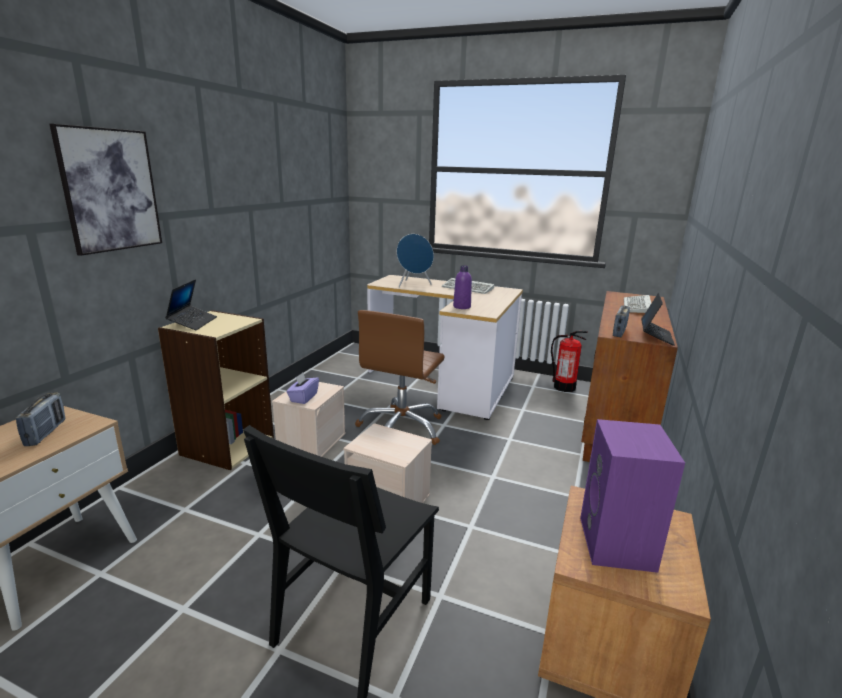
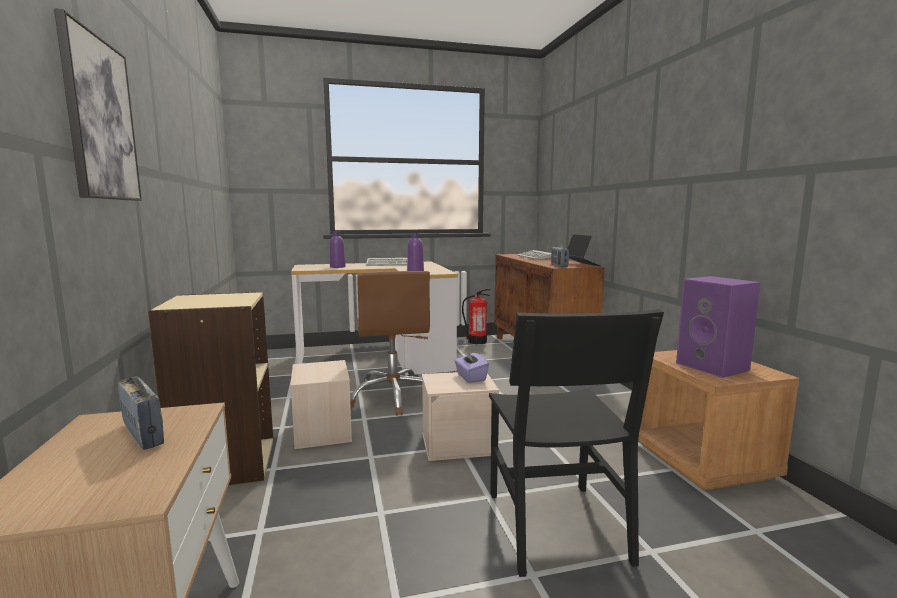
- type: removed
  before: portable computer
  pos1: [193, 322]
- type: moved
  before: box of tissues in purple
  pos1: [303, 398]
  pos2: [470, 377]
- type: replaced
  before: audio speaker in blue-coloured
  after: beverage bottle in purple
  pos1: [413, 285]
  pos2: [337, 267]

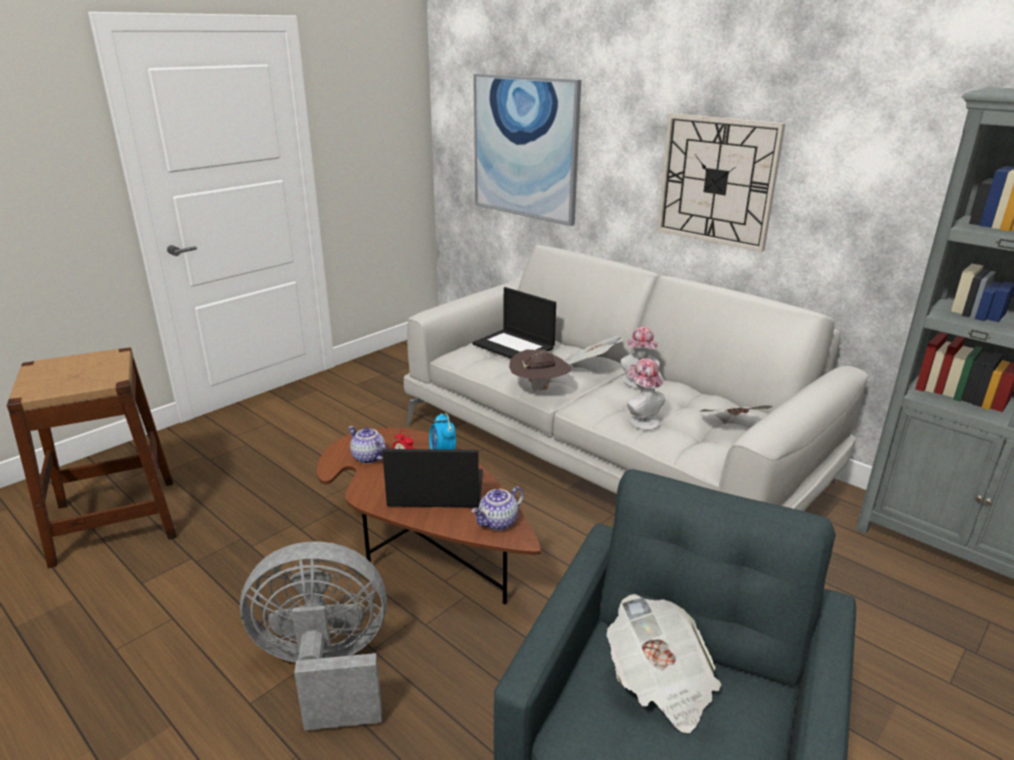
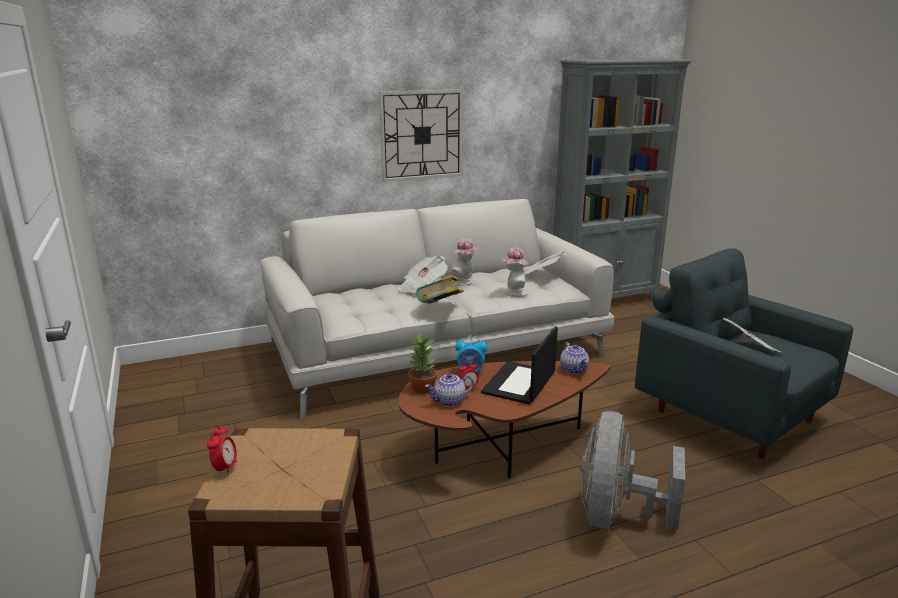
- type: removed
  before: portable computer
  pos1: [514, 346]
- type: removed
  before: wall art
  pos1: [525, 148]
- type: added
  after: alarm clock
  pos2: [225, 469]
- type: added
  after: plant in a pot
  pos2: [422, 389]
- type: replaced
  before: wearable hat in brown
  after: book
  pos1: [539, 389]
  pos2: [440, 309]

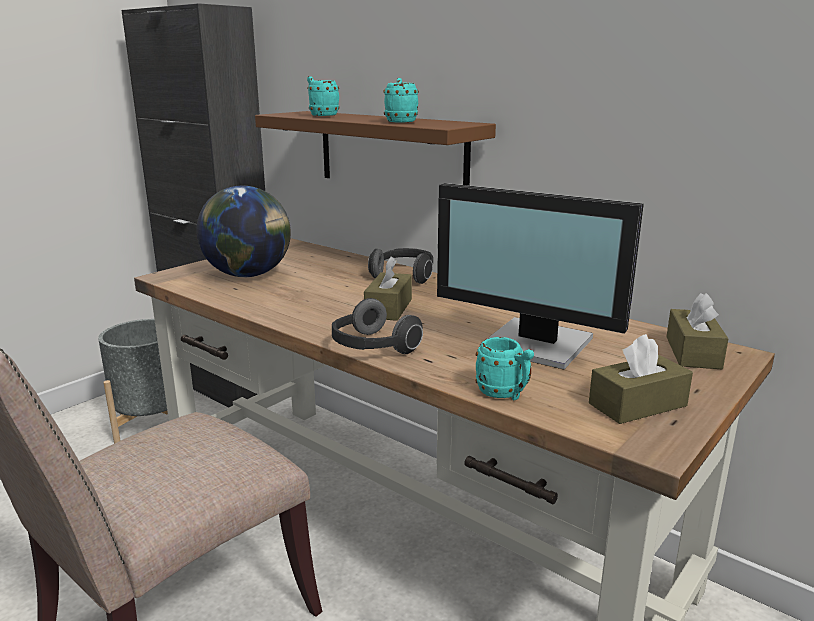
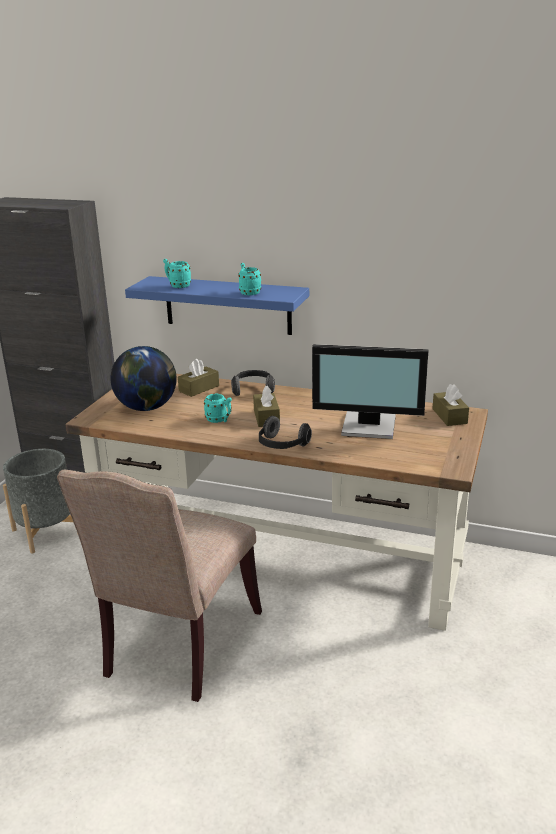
- type: moved
  before: mug in turquoise
  pos1: [504, 394]
  pos2: [219, 420]
- type: moved
  before: box of tissues in brown
  pos1: [637, 405]
  pos2: [199, 388]
- type: recoloured
  before: bracket shelf in brown
  after: bracket shelf in blue-coloured
  pos1: [391, 152]
  pos2: [227, 305]

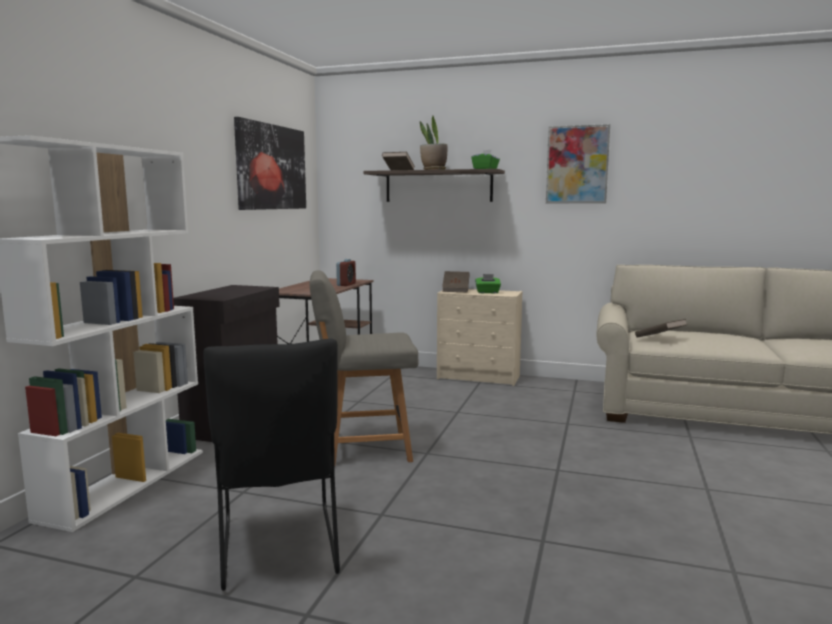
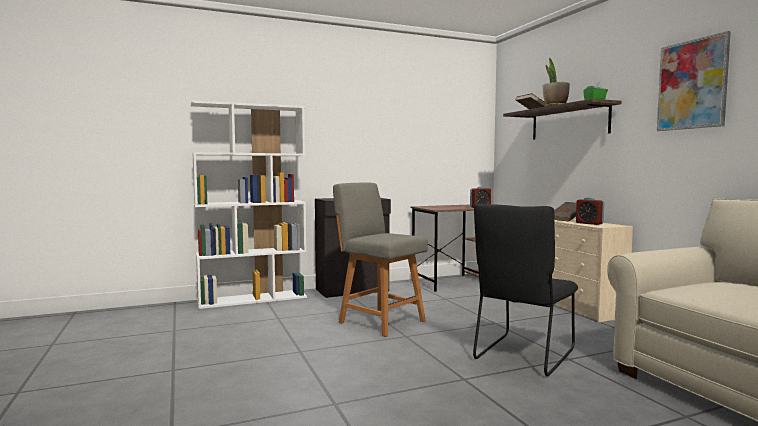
- type: removed
  before: wall art
  pos1: [271, 167]
- type: removed
  before: book in brown
  pos1: [659, 339]
- type: moved
  before: chair in black
  pos1: [279, 551]
  pos2: [522, 356]
- type: replaced
  before: box of tissues in greenish
  after: alarm clock
  pos1: [487, 292]
  pos2: [589, 223]

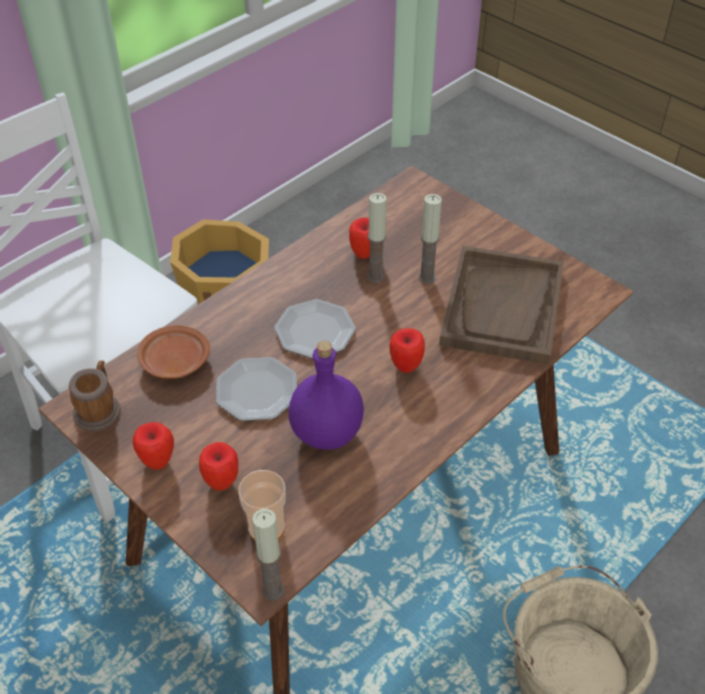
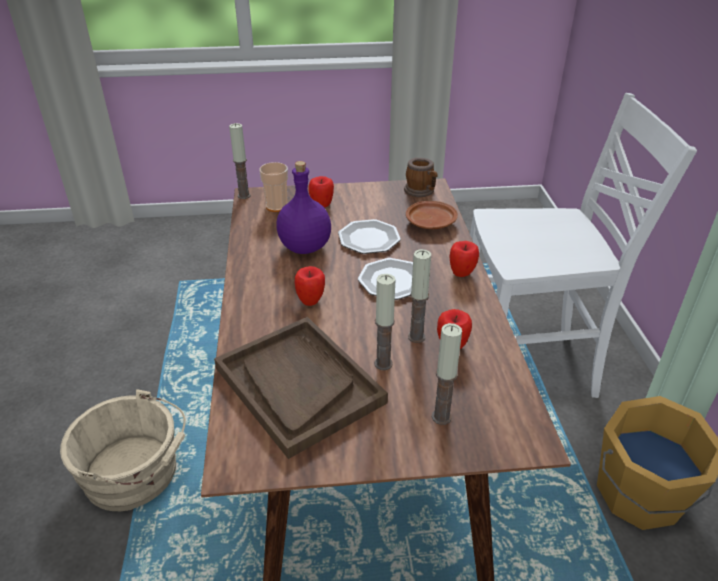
- type: added
  after: wax candle
  pos2: [441, 417]
- type: moved
  before: apple fruit
  pos1: [158, 461]
  pos2: [461, 274]

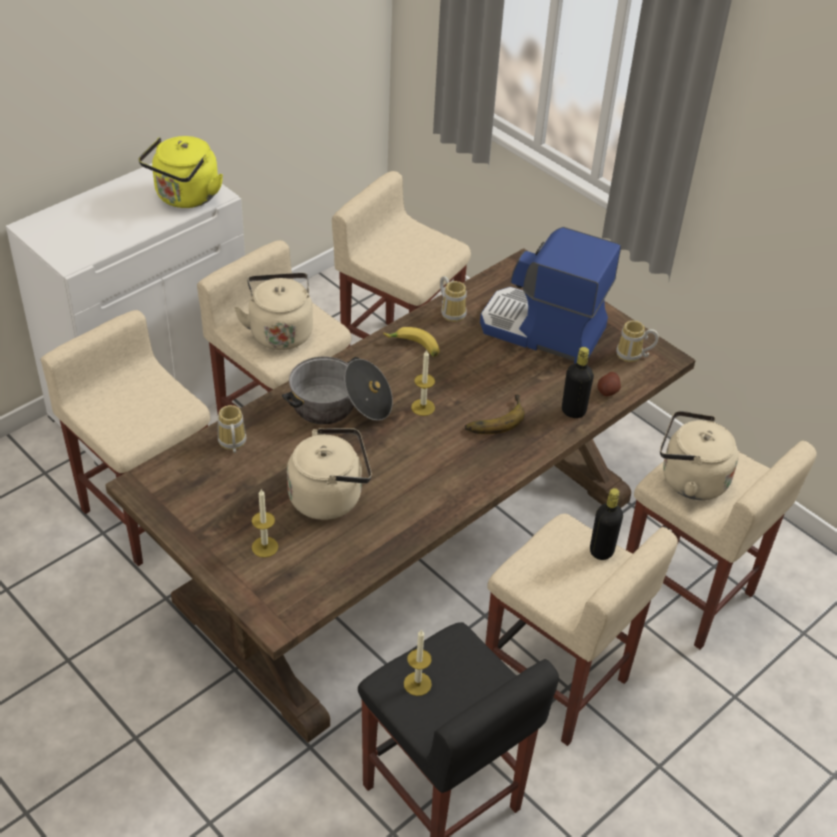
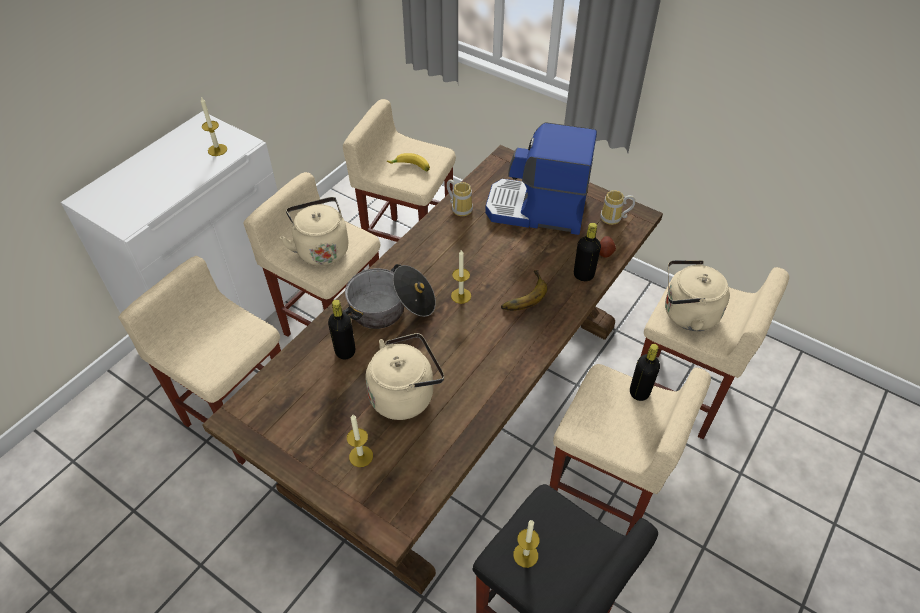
- type: removed
  before: mug
  pos1: [231, 444]
- type: added
  after: beverage bottle in black
  pos2: [345, 351]
- type: moved
  before: banana
  pos1: [413, 348]
  pos2: [410, 168]
- type: replaced
  before: kettle in yellow
  after: wax candle
  pos1: [185, 198]
  pos2: [217, 150]

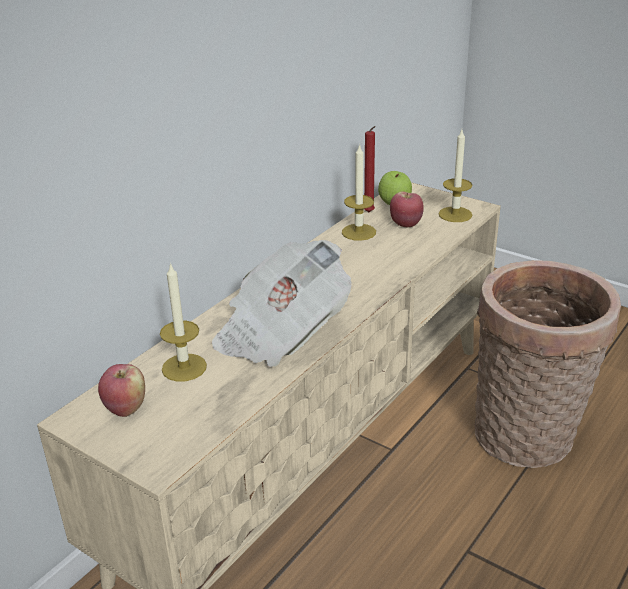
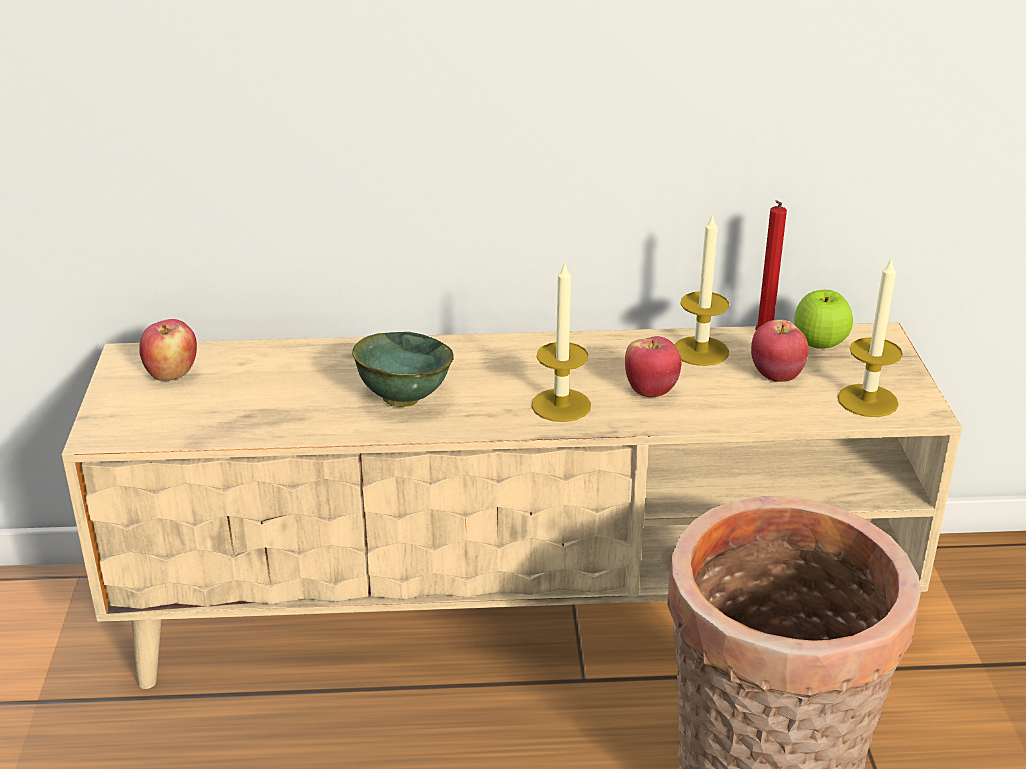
- type: added
  after: apple fruit
  pos2: [651, 391]
- type: moved
  before: wax candle
  pos1: [184, 367]
  pos2: [561, 405]
- type: replaced
  before: newspaper
  after: deep dish in greenish
  pos1: [280, 333]
  pos2: [402, 398]

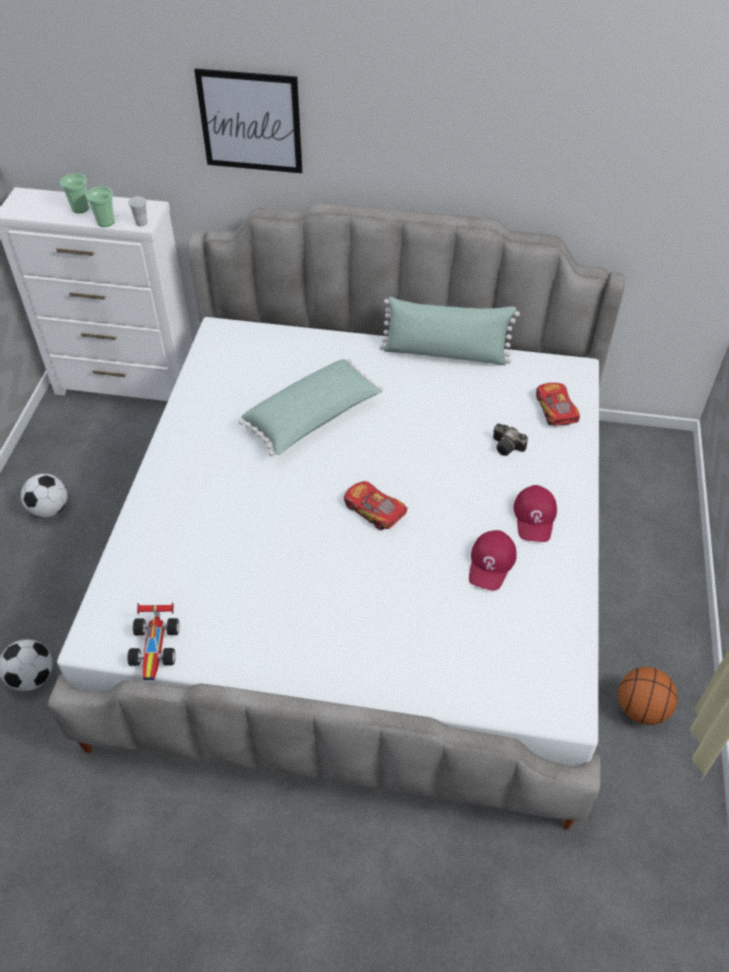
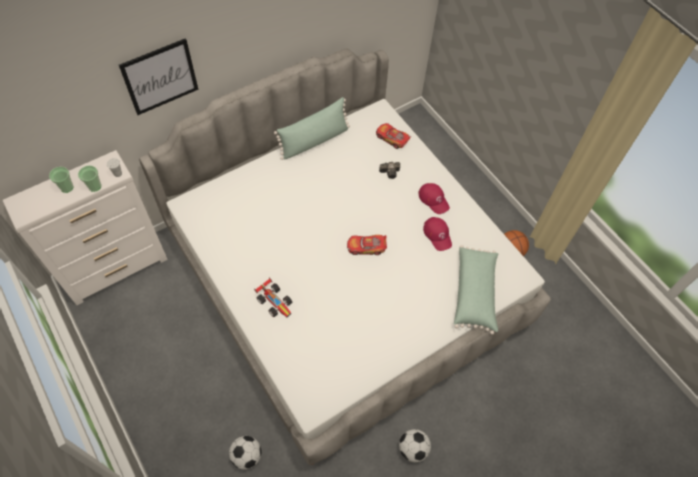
- type: moved
  before: football
  pos1: [49, 509]
  pos2: [413, 449]
- type: moved
  before: model car
  pos1: [156, 646]
  pos2: [275, 301]
- type: moved
  before: throw pillow in greenish
  pos1: [314, 418]
  pos2: [475, 293]

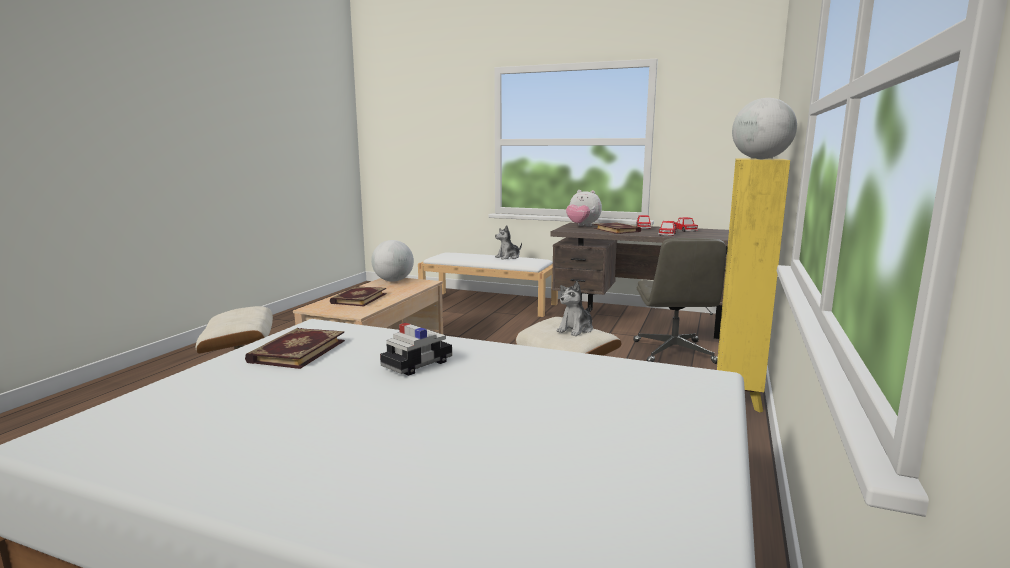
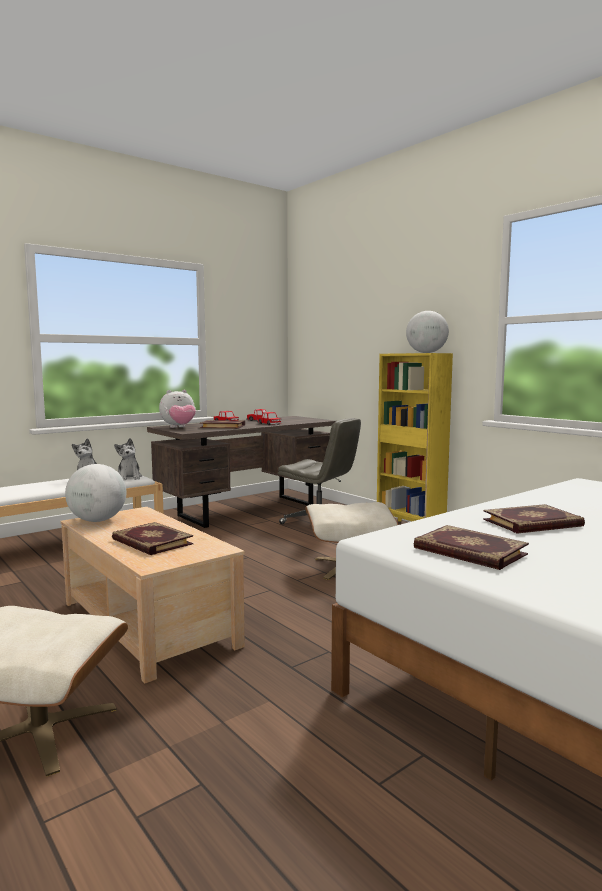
- type: moved
  before: soft toy
  pos1: [576, 330]
  pos2: [129, 477]
- type: replaced
  before: model car
  after: book
  pos1: [417, 364]
  pos2: [533, 523]

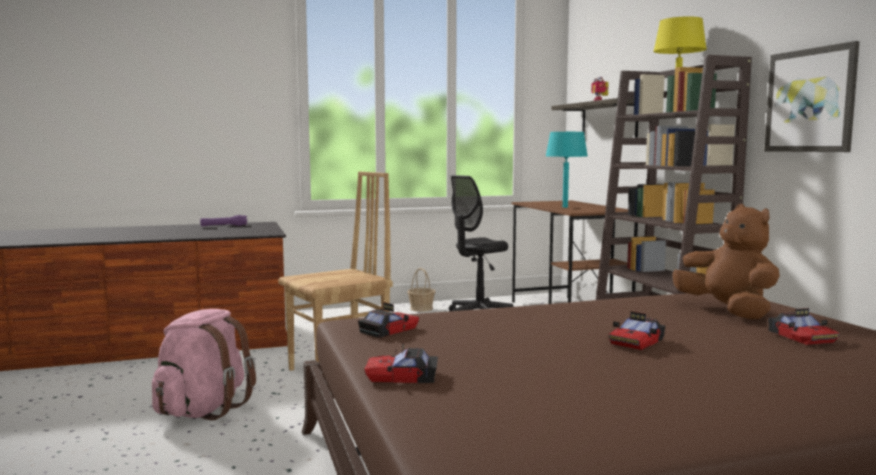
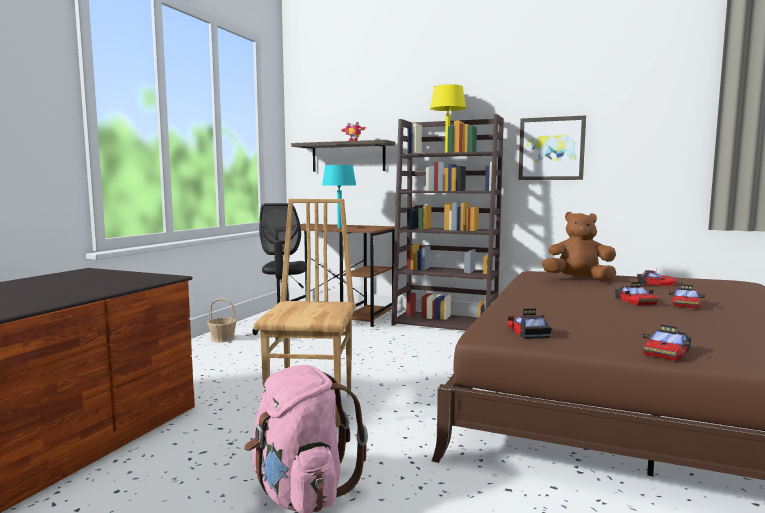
- type: removed
  before: torch in purple
  pos1: [223, 226]
- type: added
  after: model car
  pos2: [685, 304]

